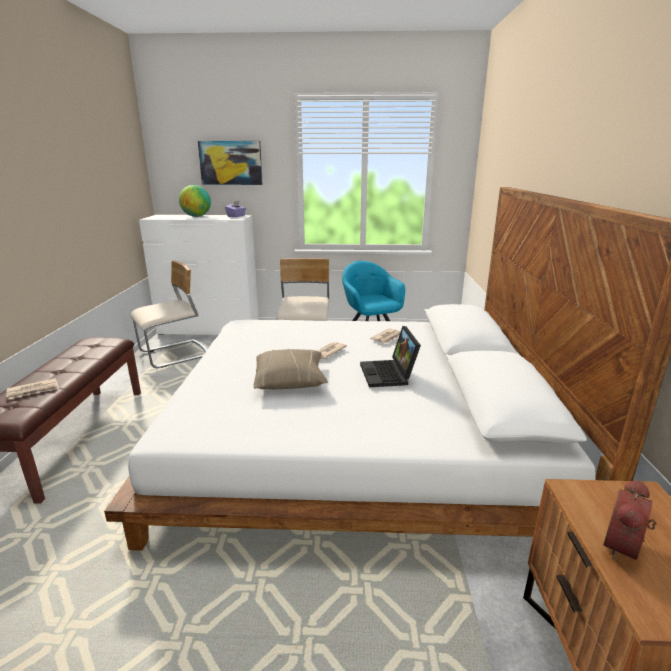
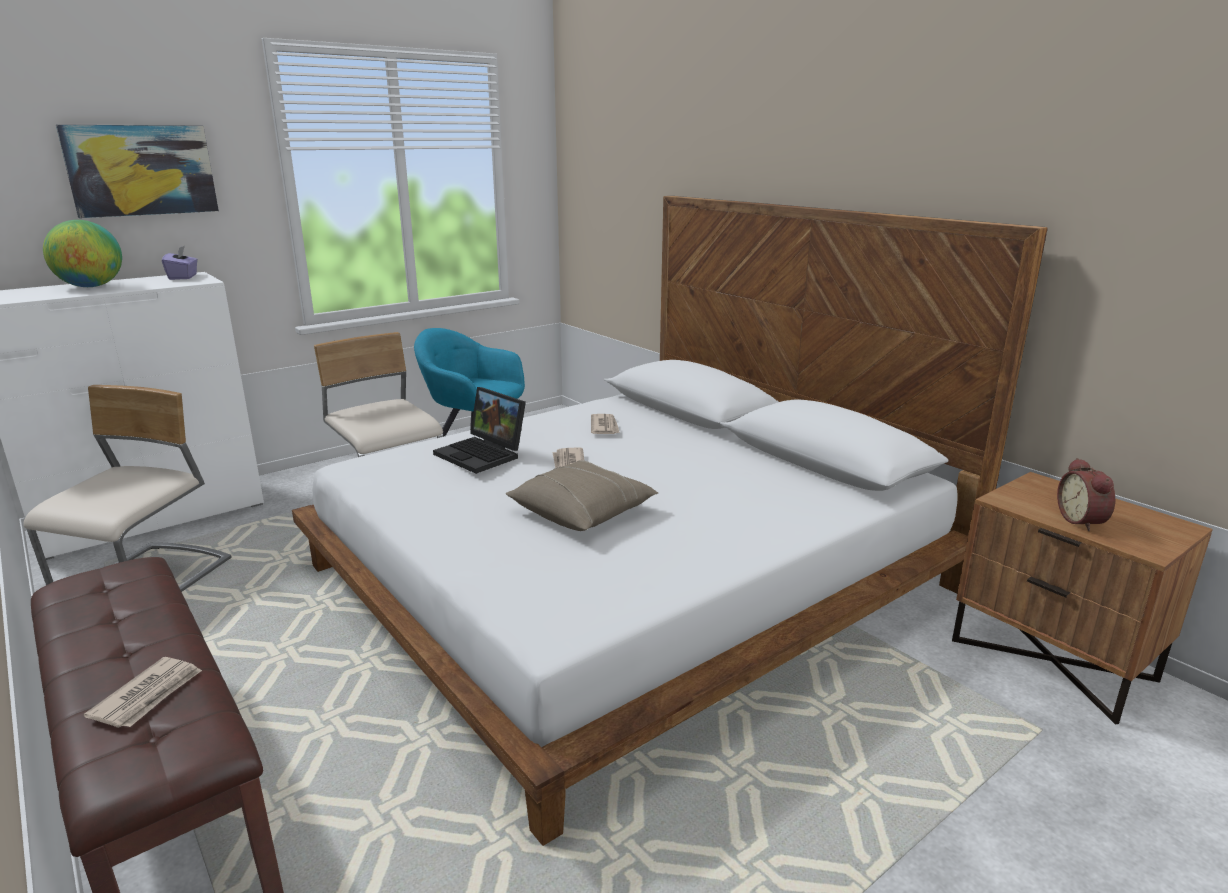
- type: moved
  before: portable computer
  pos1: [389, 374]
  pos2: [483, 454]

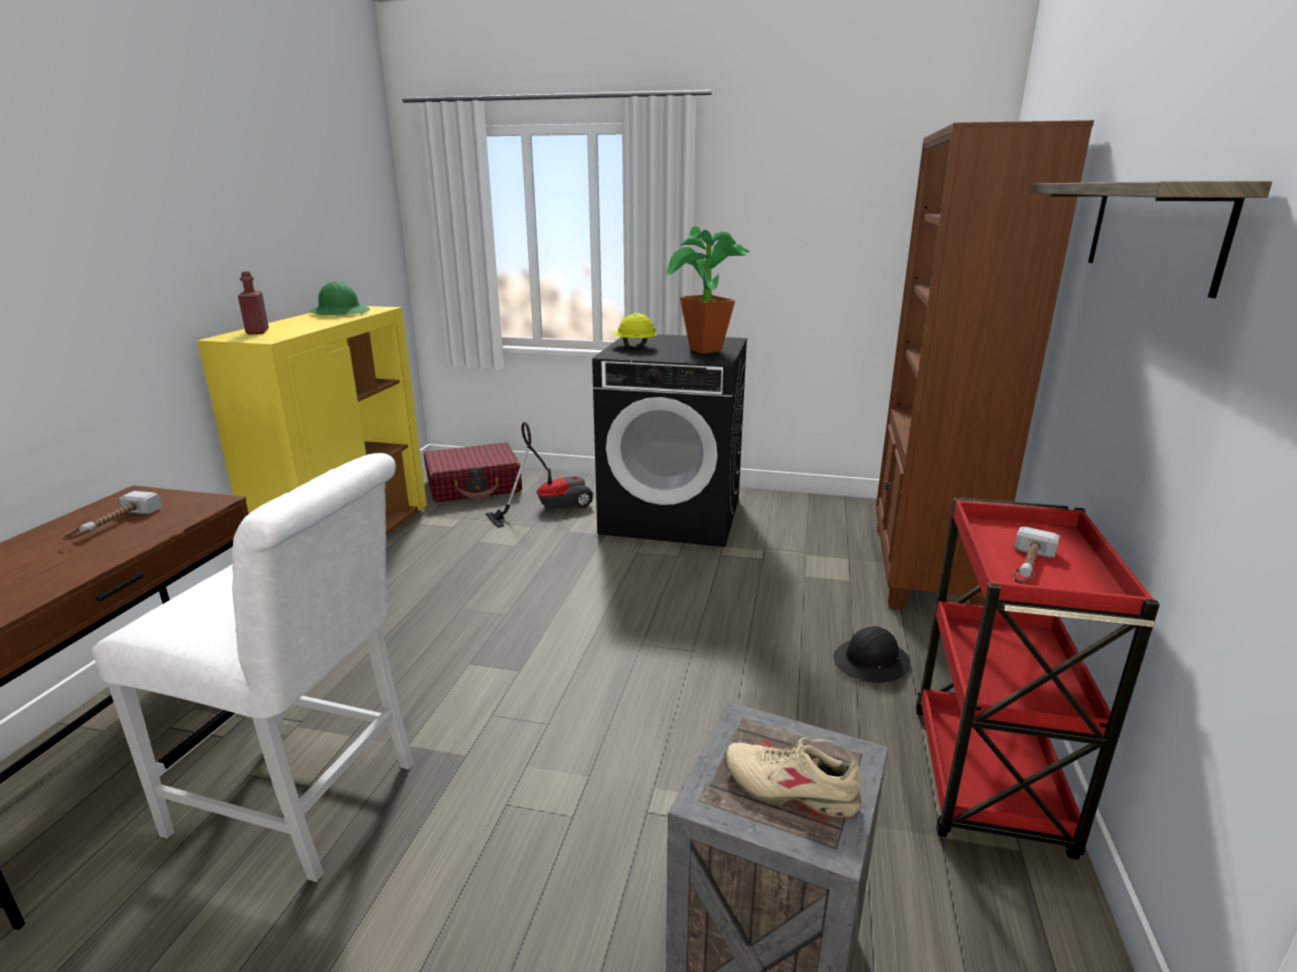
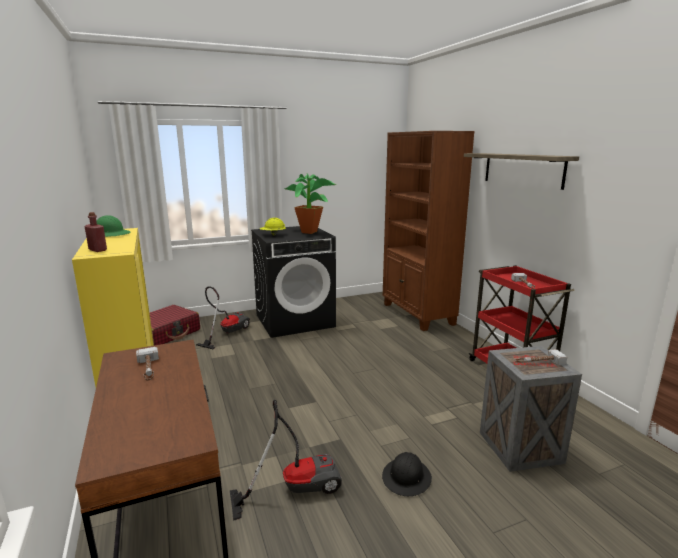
- type: moved
  before: work helmet in black
  pos1: [871, 662]
  pos2: [406, 478]
- type: replaced
  before: chair in whitish
  after: hoover
  pos1: [305, 801]
  pos2: [295, 486]
- type: replaced
  before: item of footwear in sand-coloured
  after: hammer
  pos1: [790, 788]
  pos2: [538, 363]

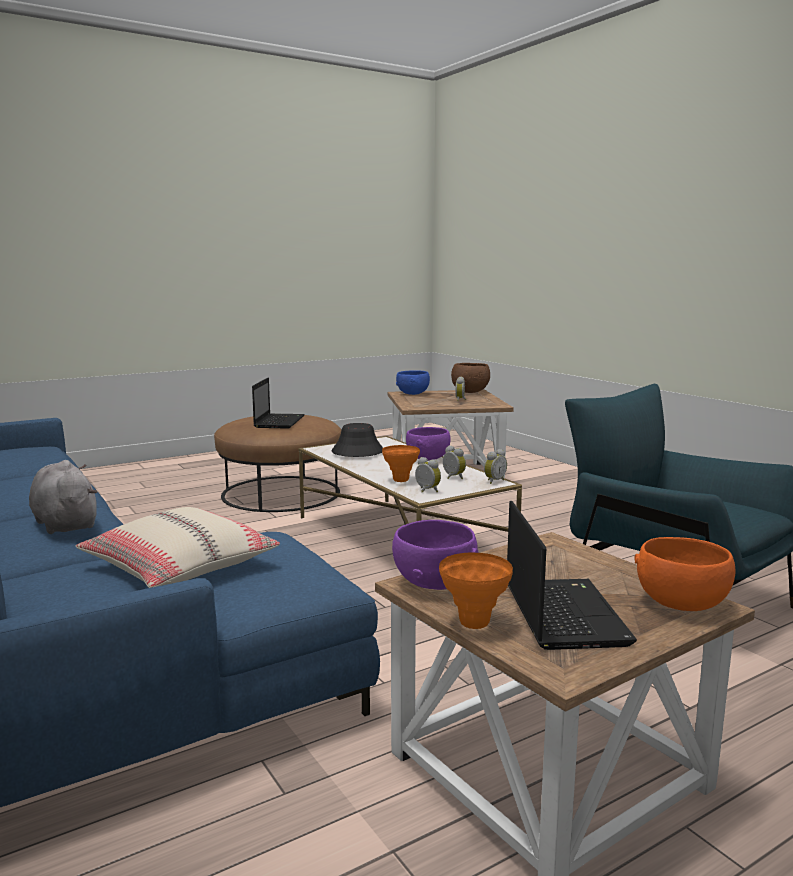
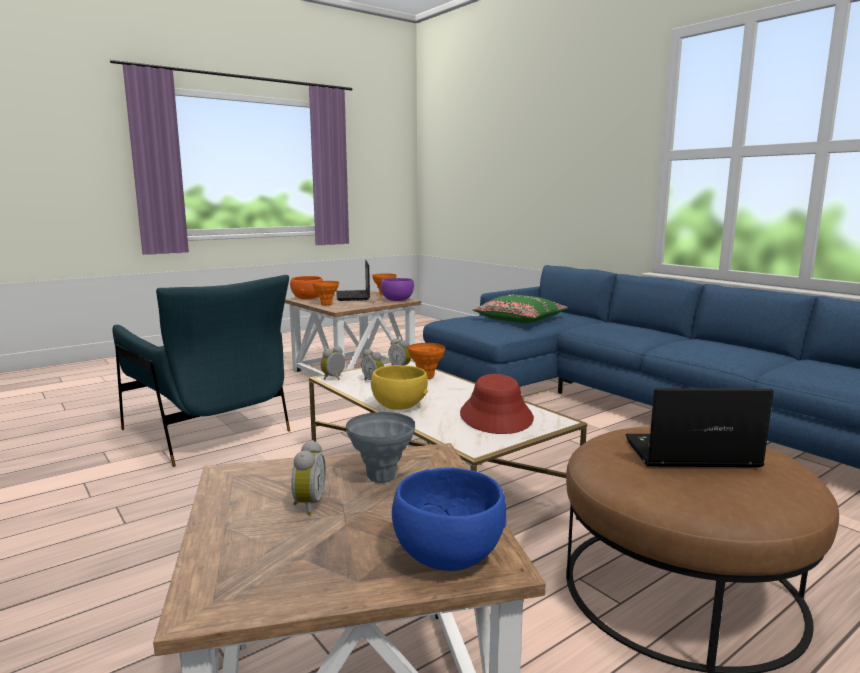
- type: removed
  before: soft toy in greyish
  pos1: [65, 524]
- type: removed
  before: deep dish in brown
  pos1: [470, 392]
- type: added
  after: decorative vase in orangey
  pos2: [326, 304]
- type: added
  after: decorative vase in greyish
  pos2: [381, 477]
- type: recoloured
  before: throw pillow in sand-coloured
  after: throw pillow in greenish
  pos1: [179, 566]
  pos2: [520, 319]
- type: recoloured
  before: wearable hat in black
  after: wearable hat in reddish
  pos1: [357, 451]
  pos2: [496, 416]
- type: recoloured
  before: deep dish in purple
  after: deep dish in yellow
  pos1: [428, 458]
  pos2: [399, 406]
- type: turned
  before: portable computer
  pos1: [279, 422]
  pos2: [688, 454]
  turn: 90

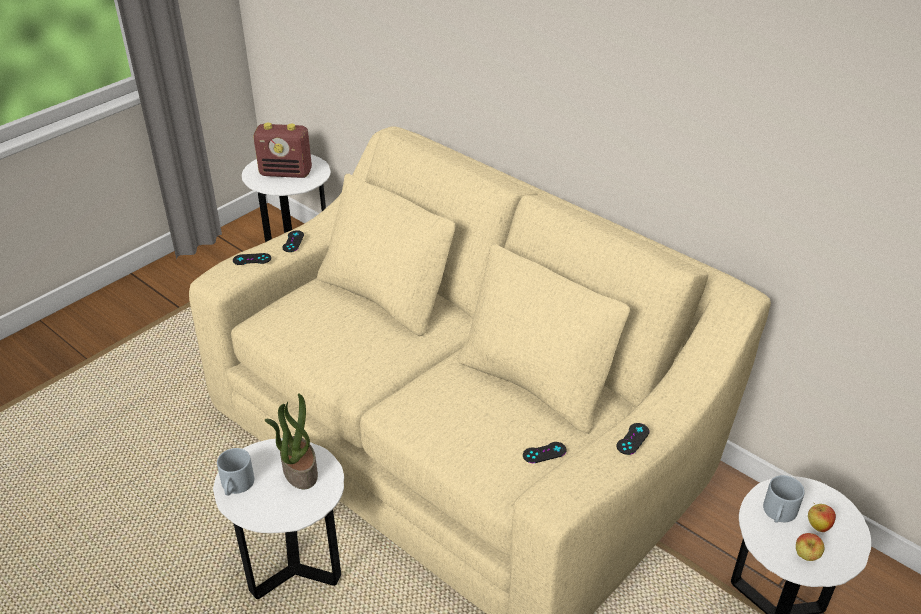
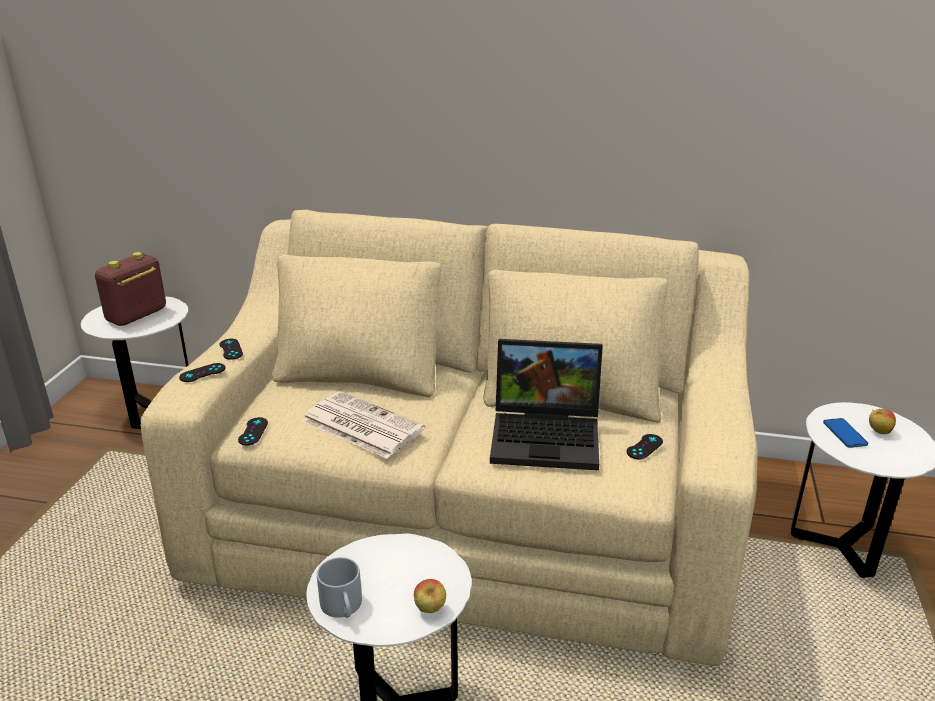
- type: removed
  before: plant in a pot
  pos1: [299, 471]
- type: added
  after: newspaper
  pos2: [360, 425]
- type: added
  after: portable computer
  pos2: [548, 436]
- type: moved
  before: joypad in black
  pos1: [632, 439]
  pos2: [253, 431]
- type: moved
  before: apple fruit
  pos1: [806, 556]
  pos2: [430, 609]
- type: replaced
  before: mug in greyish
  after: phone
  pos1: [779, 514]
  pos2: [844, 434]
- type: turned
  before: radio receiver
  pos1: [286, 173]
  pos2: [136, 316]
  turn: 150

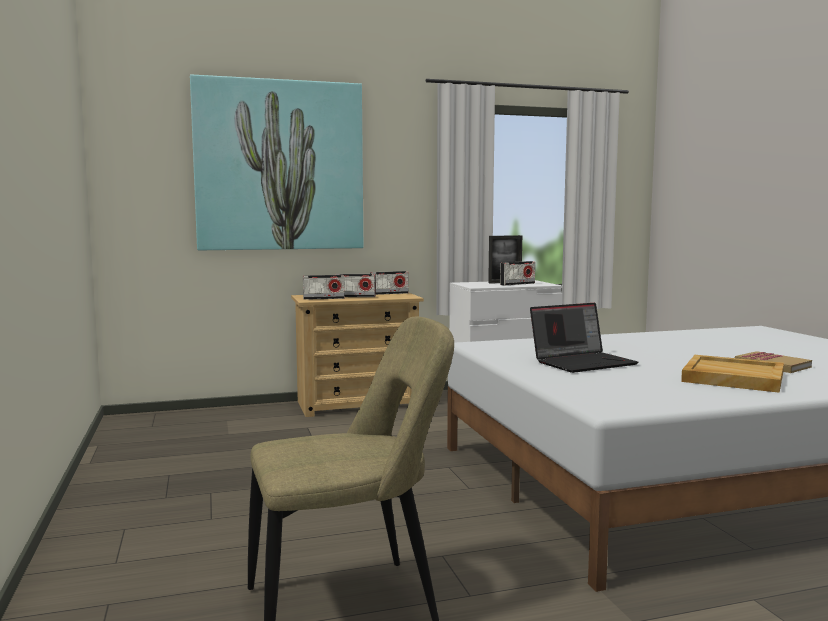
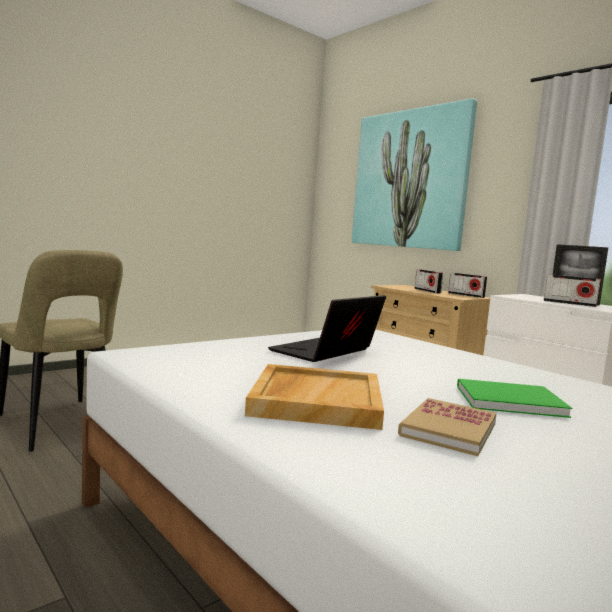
- type: removed
  before: radio receiver
  pos1: [324, 298]
- type: added
  after: book in greenish
  pos2: [505, 400]
- type: turned
  before: portable computer
  pos1: [583, 362]
  pos2: [325, 352]
  turn: 90

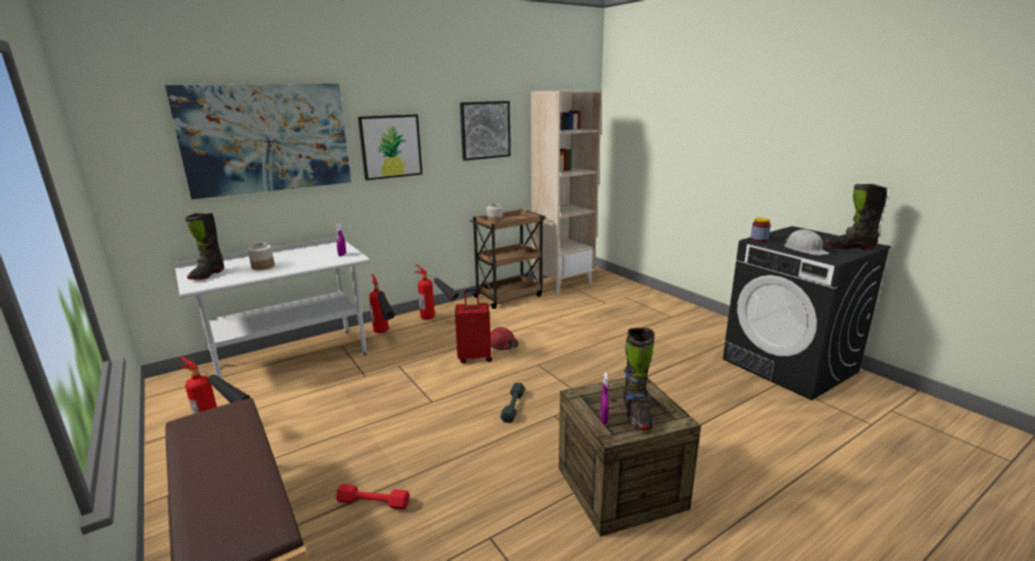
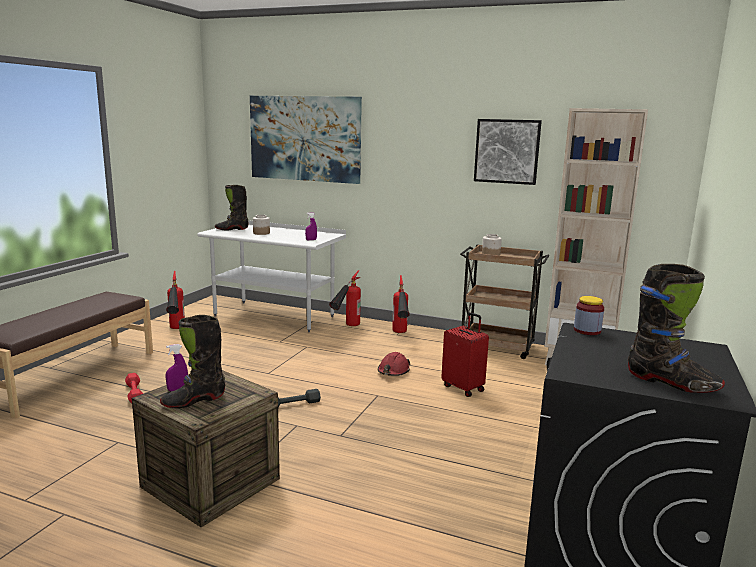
- type: removed
  before: wall art
  pos1: [390, 146]
- type: removed
  before: work helmet in whitish
  pos1: [805, 250]
- type: moved
  before: travel case in reddish
  pos1: [475, 357]
  pos2: [463, 388]
- type: turned
  before: high-top boot in black
  pos1: [849, 247]
  pos2: [672, 383]
  turn: 150

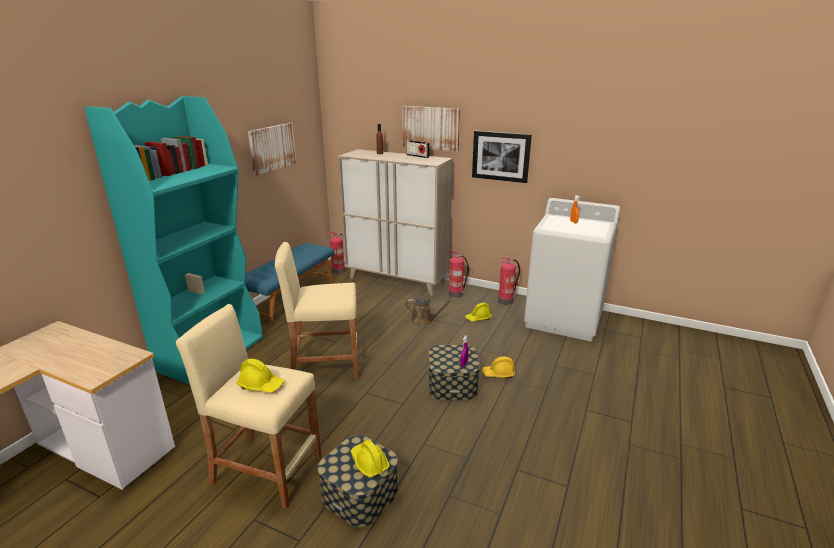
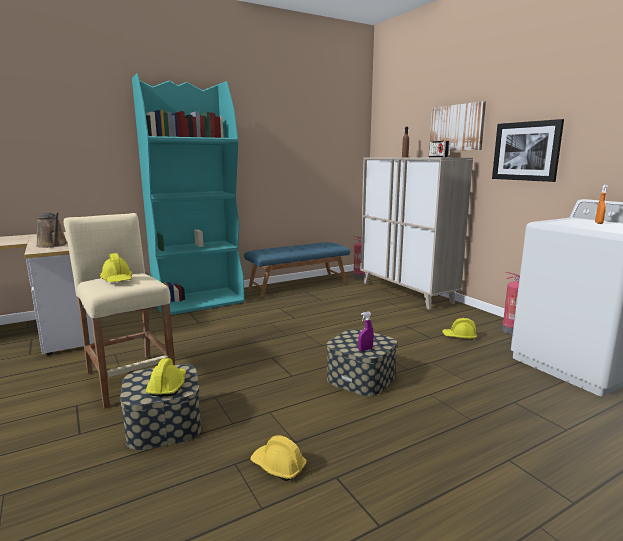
- type: removed
  before: wall art
  pos1: [272, 147]
- type: removed
  before: stool in sand-coloured
  pos1: [325, 365]
- type: removed
  before: fire extinguisher
  pos1: [456, 294]
- type: moved
  before: watering can in brown
  pos1: [424, 321]
  pos2: [53, 245]
- type: moved
  before: work helmet in yellow
  pos1: [498, 374]
  pos2: [278, 466]

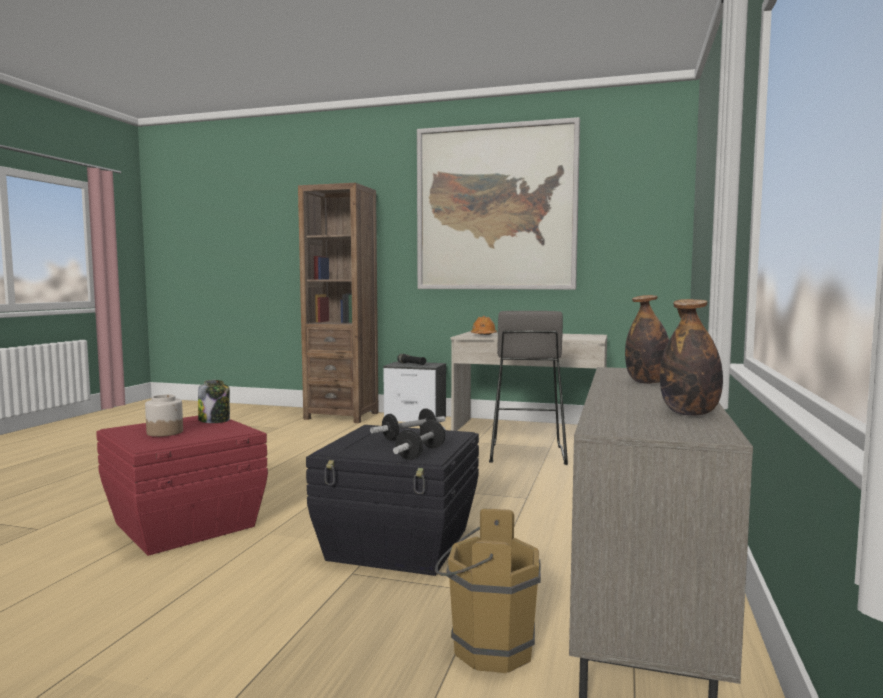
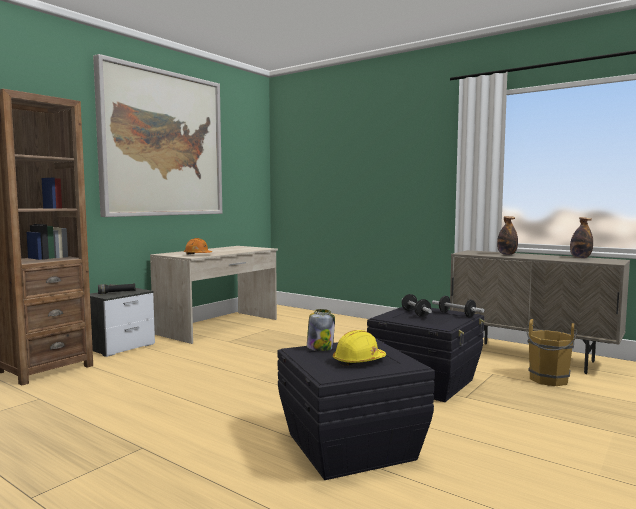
- type: removed
  before: stool in greyish
  pos1: [526, 454]
- type: replaced
  before: storage jar
  after: work helmet in yellow
  pos1: [165, 432]
  pos2: [358, 361]
- type: recoloured
  before: storage box in reddish
  after: storage box in black
  pos1: [185, 524]
  pos2: [348, 446]

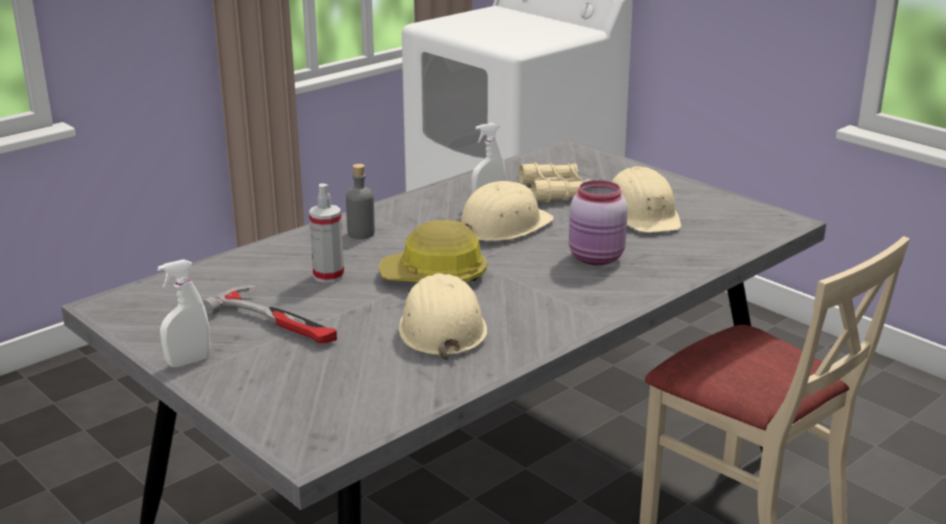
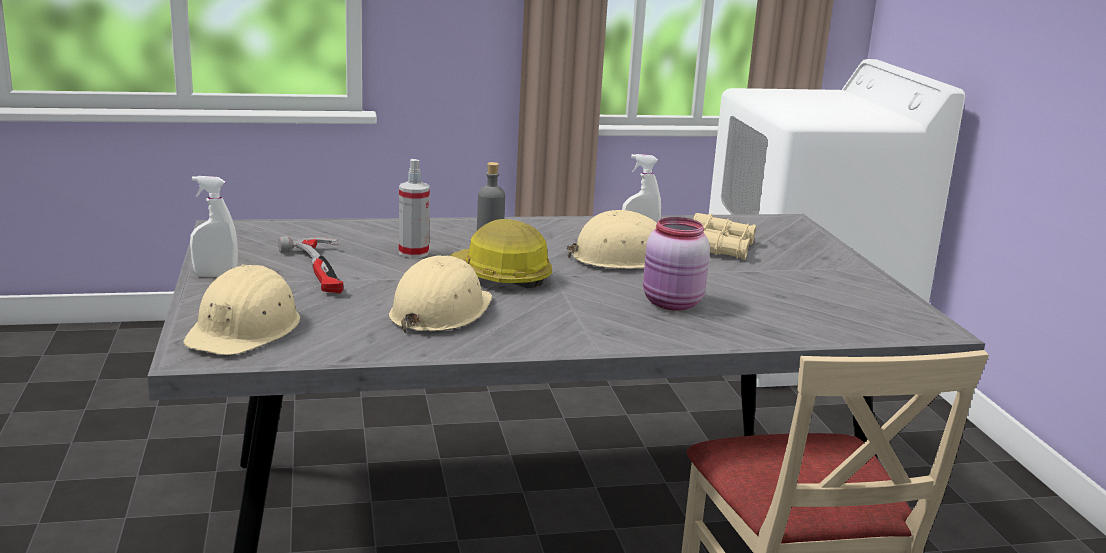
- type: moved
  before: work helmet in sand-coloured
  pos1: [642, 214]
  pos2: [245, 329]

